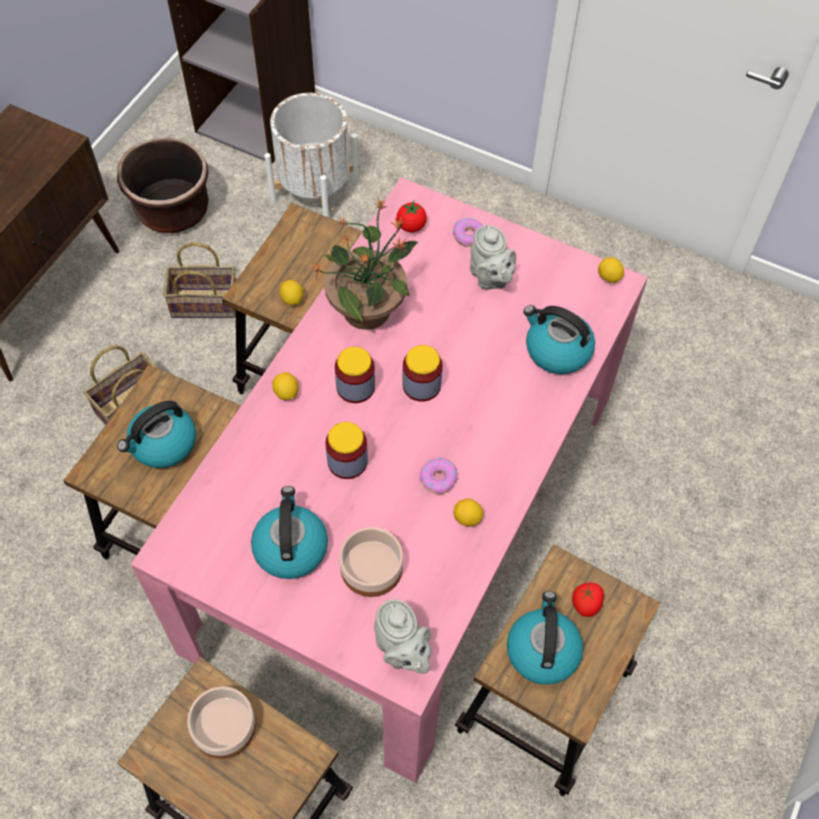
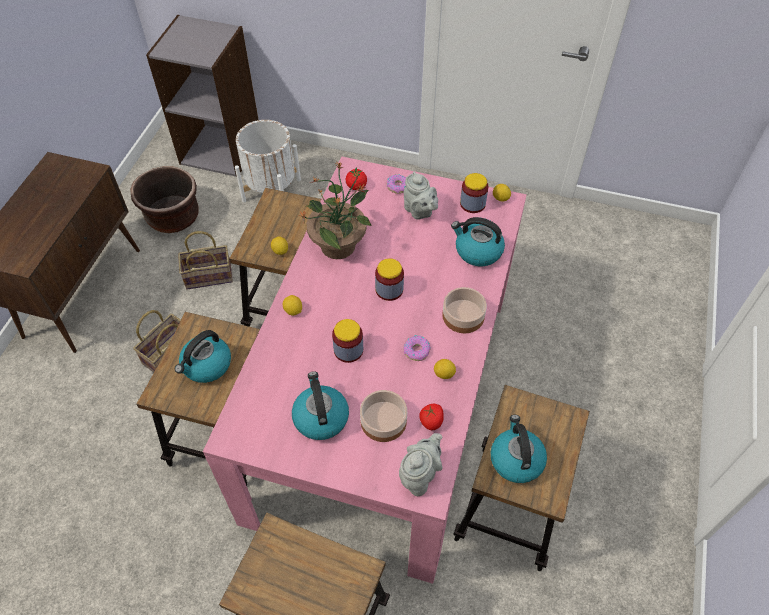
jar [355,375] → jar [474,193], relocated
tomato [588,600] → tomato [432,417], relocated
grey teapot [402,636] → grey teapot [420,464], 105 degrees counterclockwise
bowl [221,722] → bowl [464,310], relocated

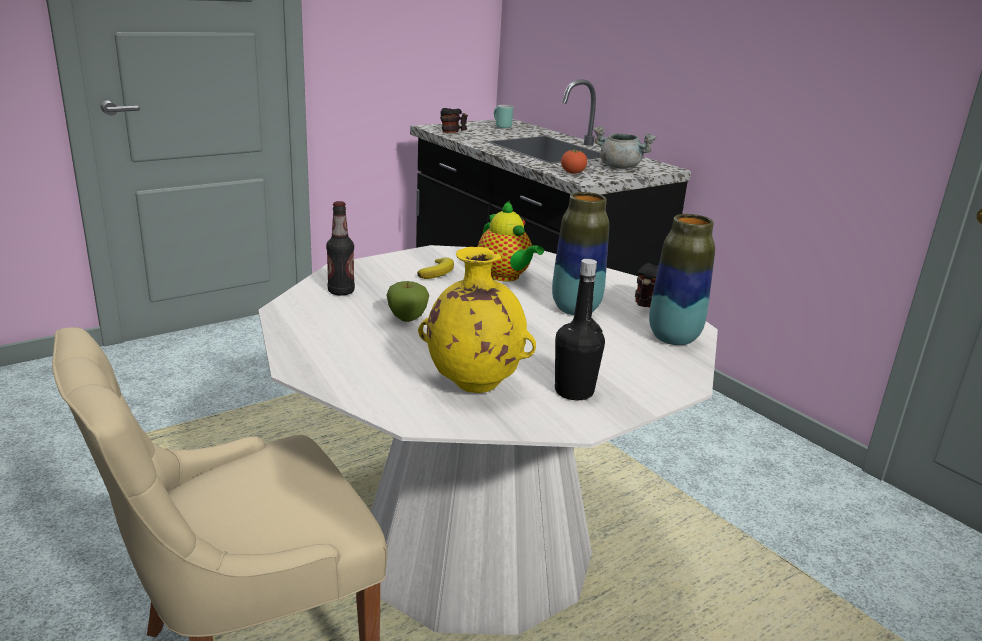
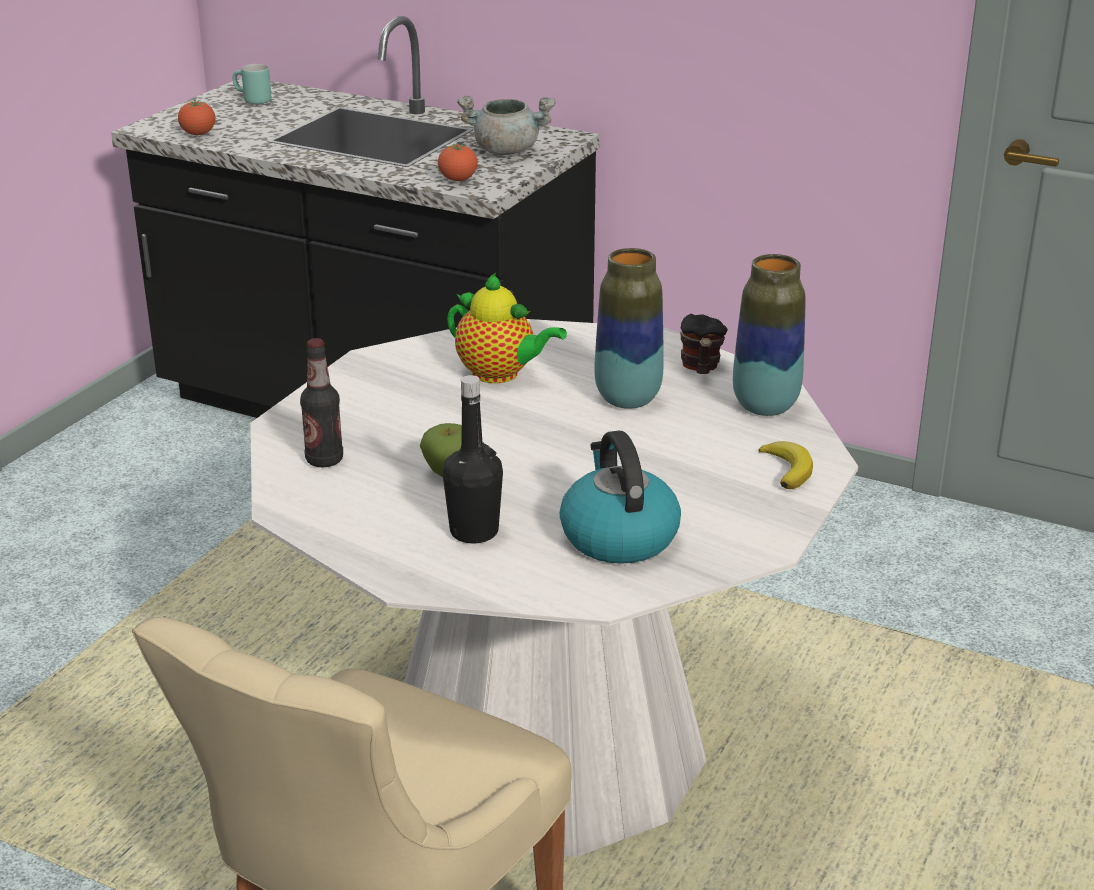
mug [454,120] → tomato [196,117]
yellow vase [477,320] → kettle [620,497]
banana [435,268] → banana [786,465], relocated
black bottle [580,329] → black bottle [472,459], relocated

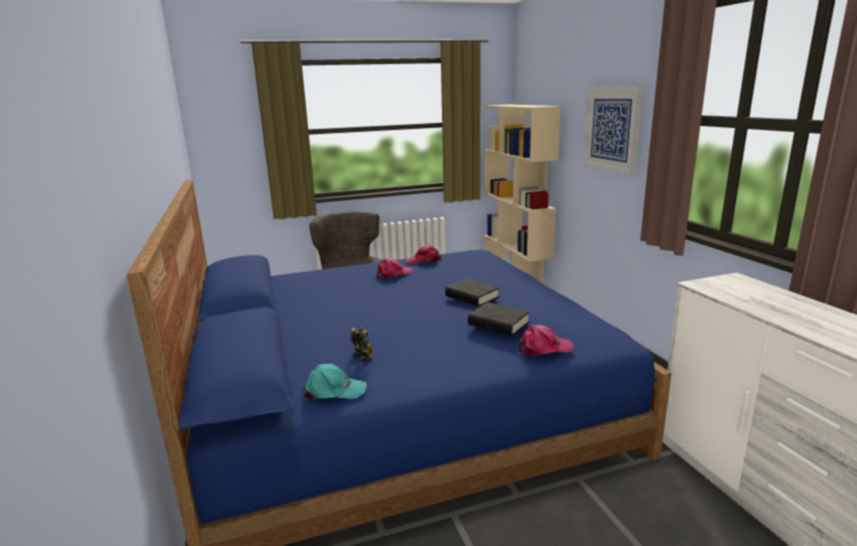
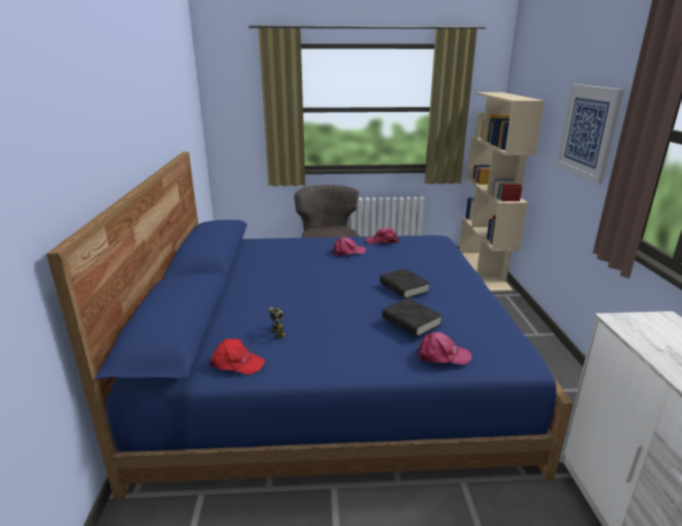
turquoise cap [335,382] → red cap [237,357]

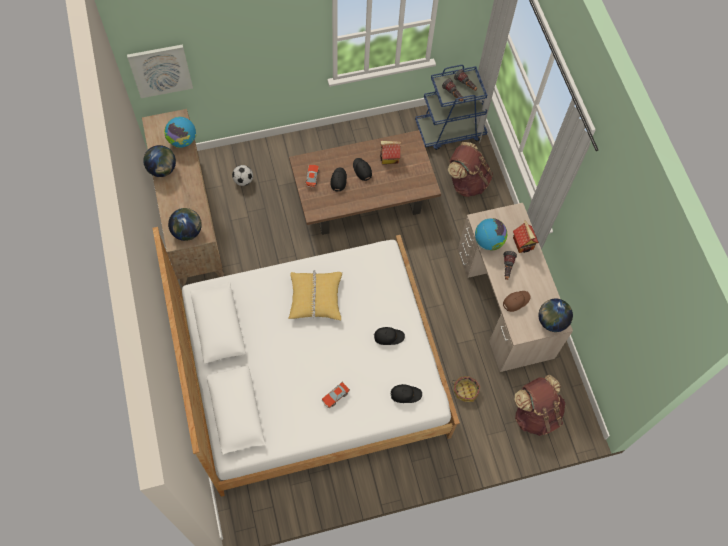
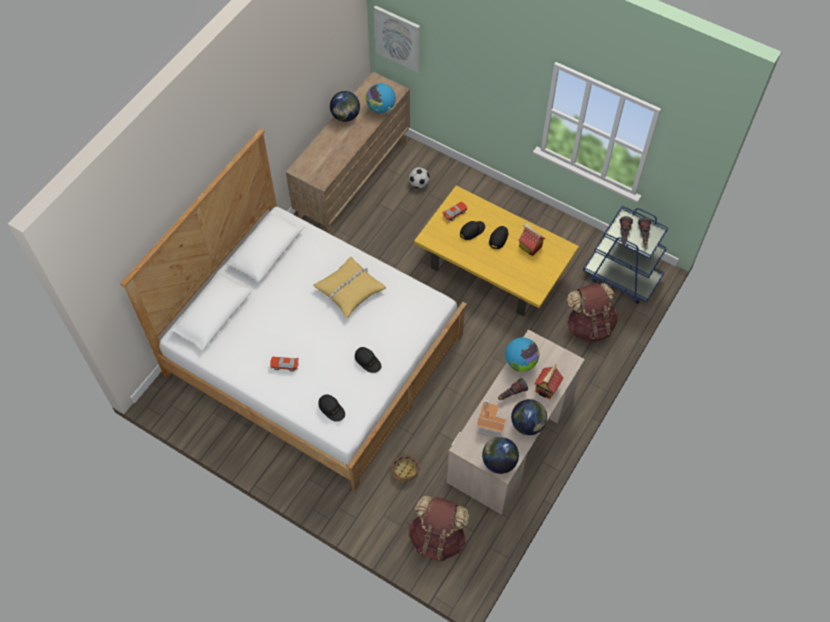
brown coffee table [365,182] → yellow coffee table [496,251]
globe [185,224] → globe [529,417], relocated
brown cap [517,301] → toy house [491,418]

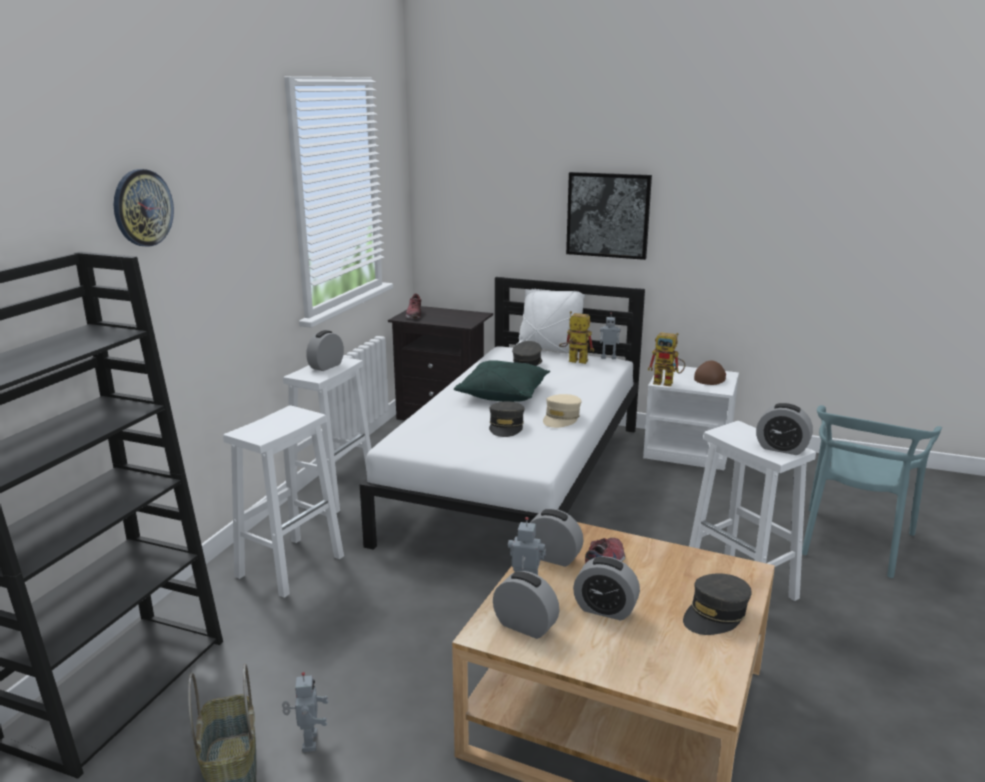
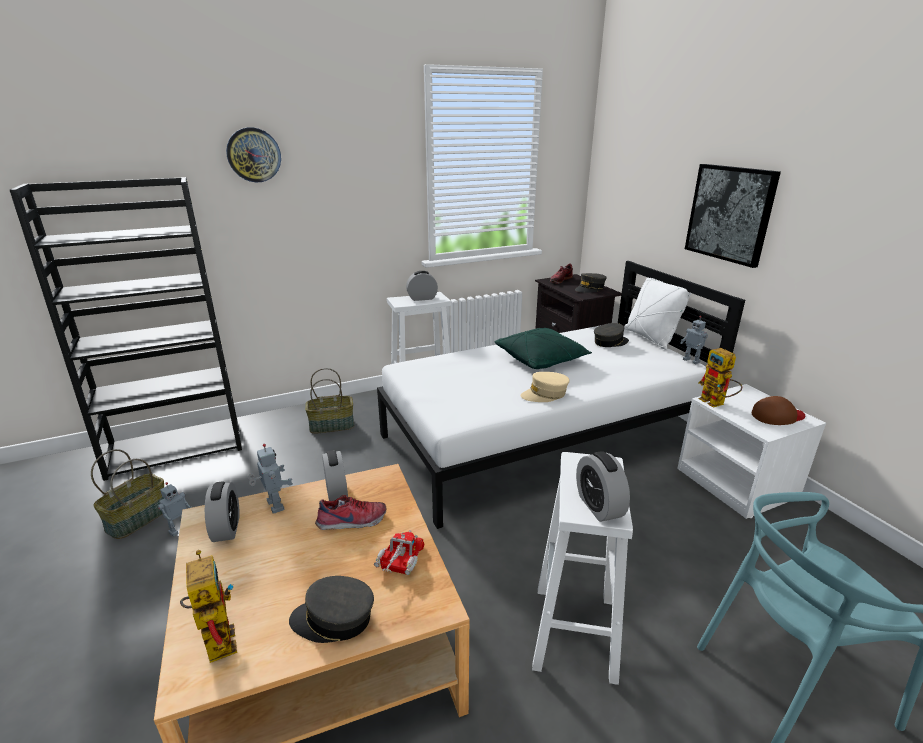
toy robot [576,337] → toy robot [208,606], relocated
grey cap [507,419] → grey cap [590,283], relocated
white stool [283,501] → basket [329,401]
alarm clock [606,588] → -
- → toy truck [399,552]

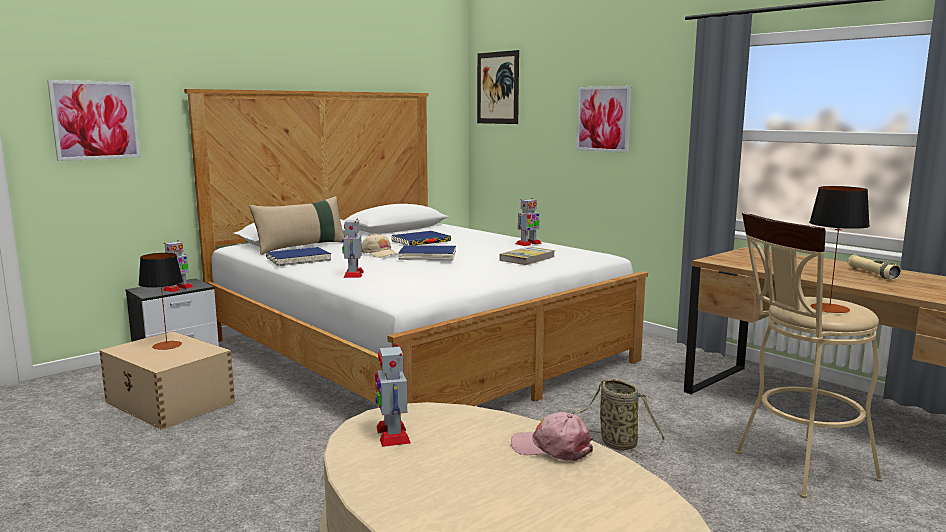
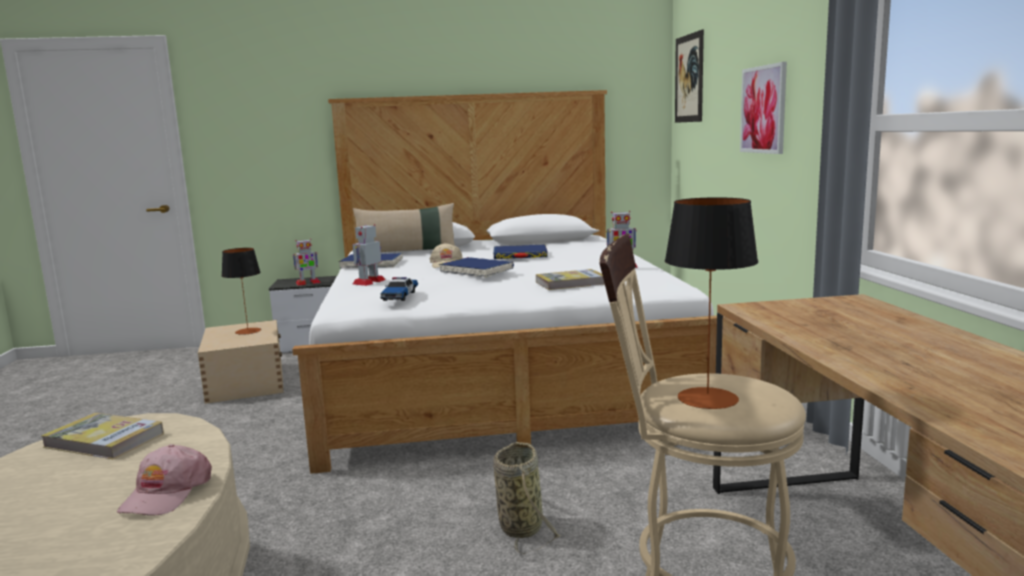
picture [94,120] → -
beige flashlight [874,267] → -
toy robot [393,395] → book [102,436]
pink cap [552,436] → pink cap [164,480], 135 degrees counterclockwise
- → toy car [399,289]

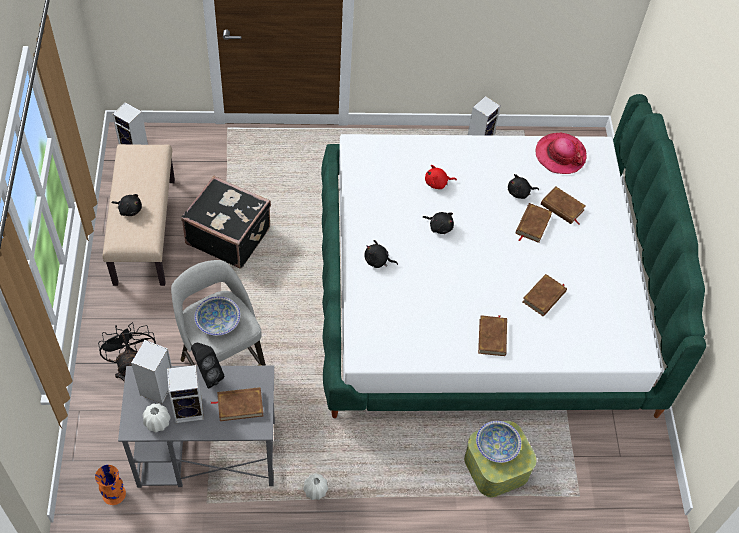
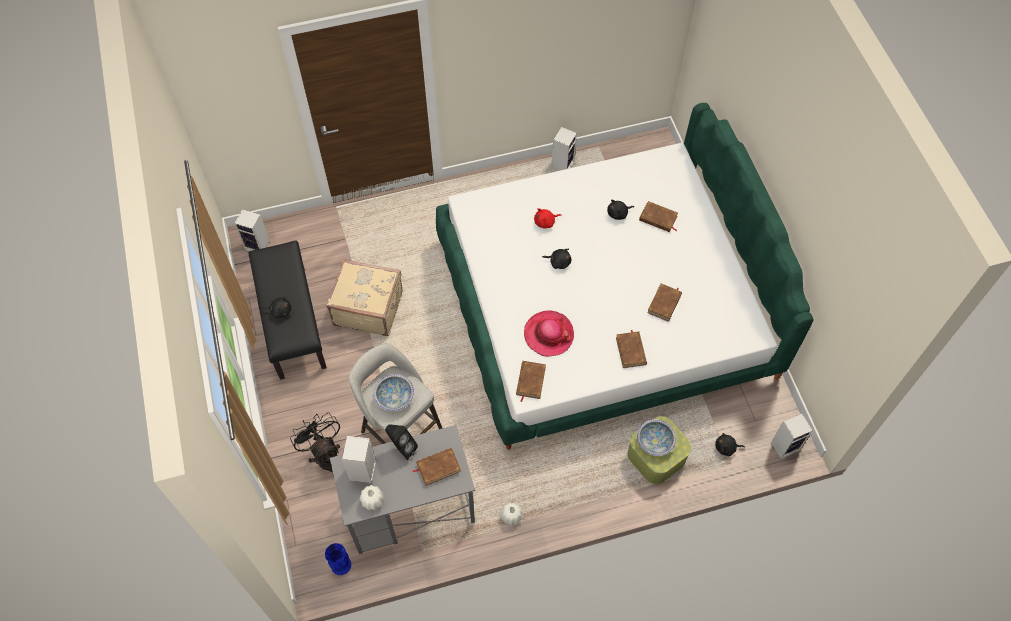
hat [561,153] → hat [549,333], relocated
beige bench [138,215] → black bench [287,310]
black suitcase [226,222] → beige suitcase [365,297]
brown book [534,223] → brown book [531,381], relocated
black plush toy [381,254] → black plush toy [730,444], relocated
speaker [185,394] → speaker [792,436], relocated
orange vase [110,485] → blue vase [338,559]

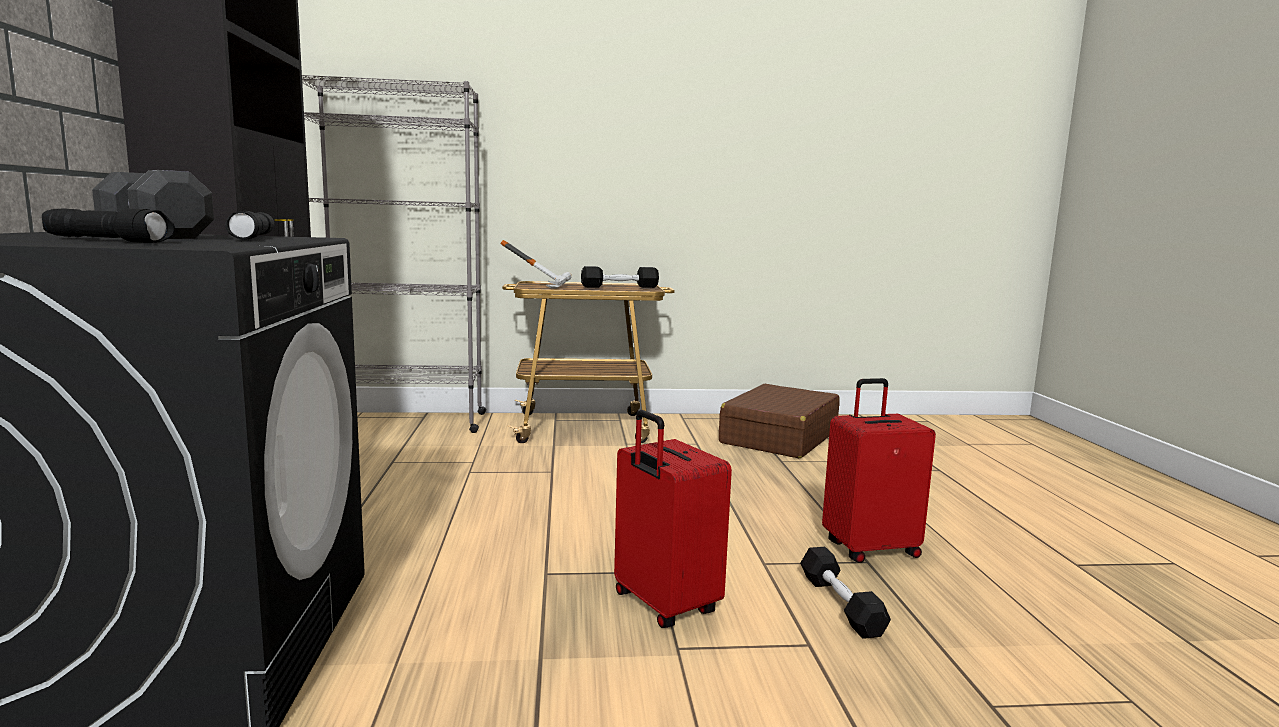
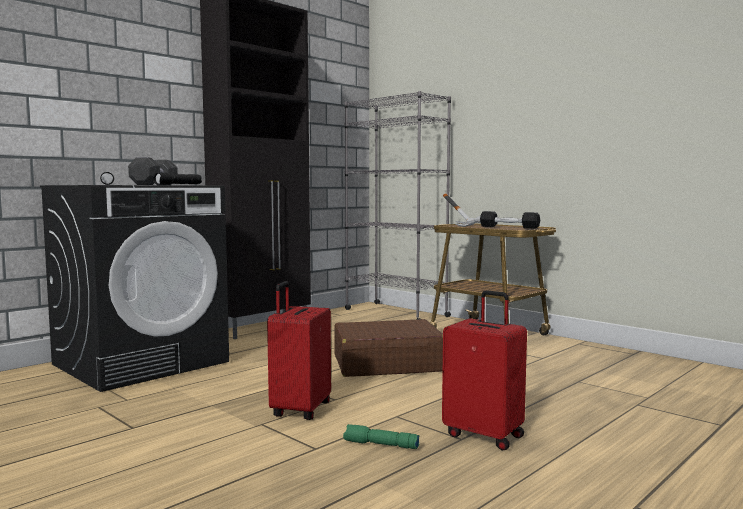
brown suitcase [779,421] → brown suitcase [388,348], relocated
black dumbbell [845,593] → green flashlight [381,436]

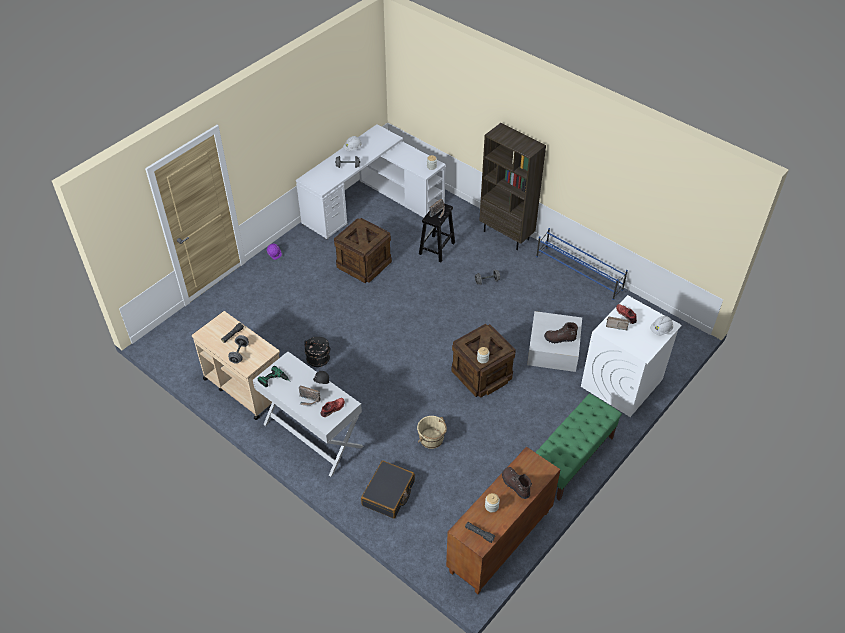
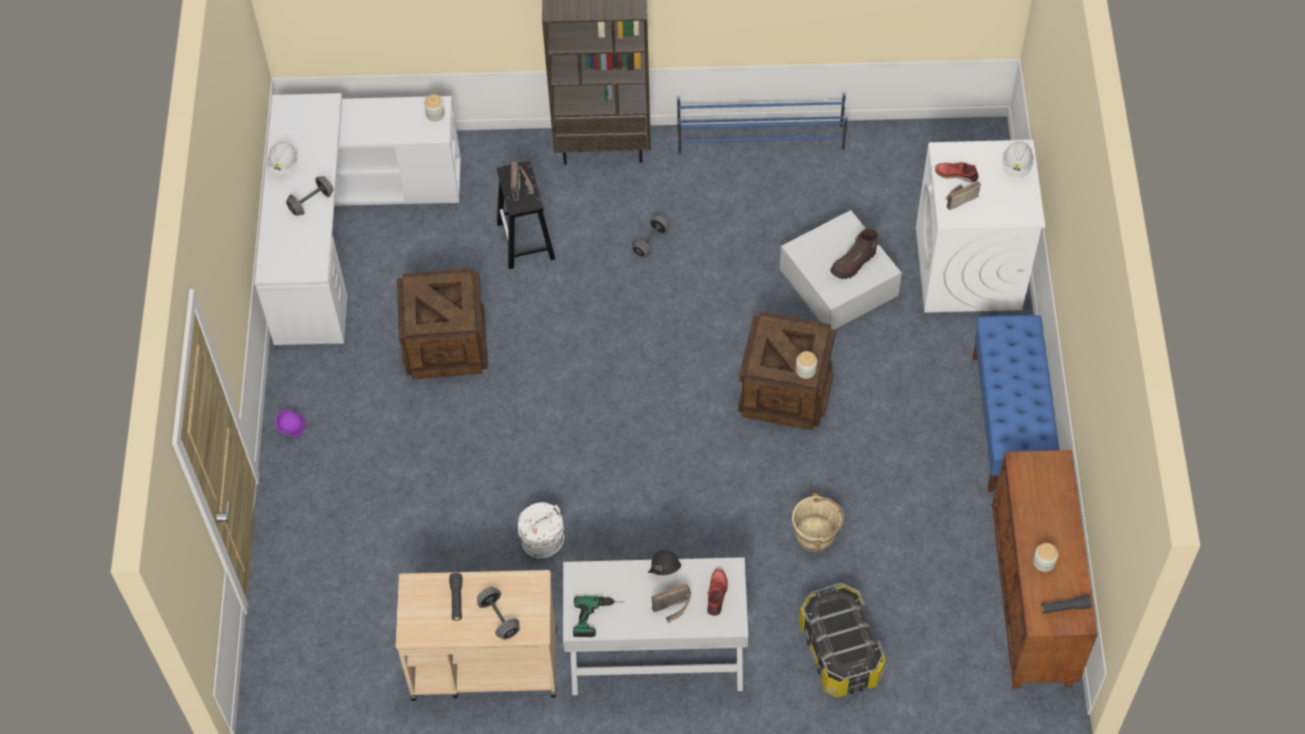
black bucket [317,352] → white bucket [541,530]
green bench [578,447] → blue bench [1016,403]
black suitcase [388,489] → storage box [842,640]
brown boot [517,483] → -

